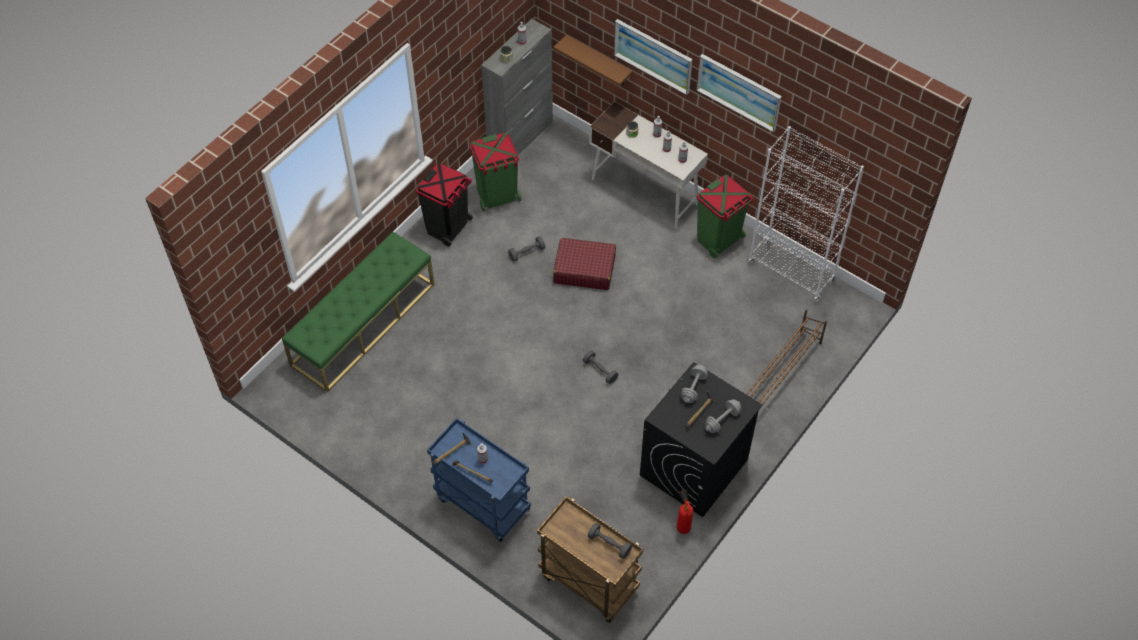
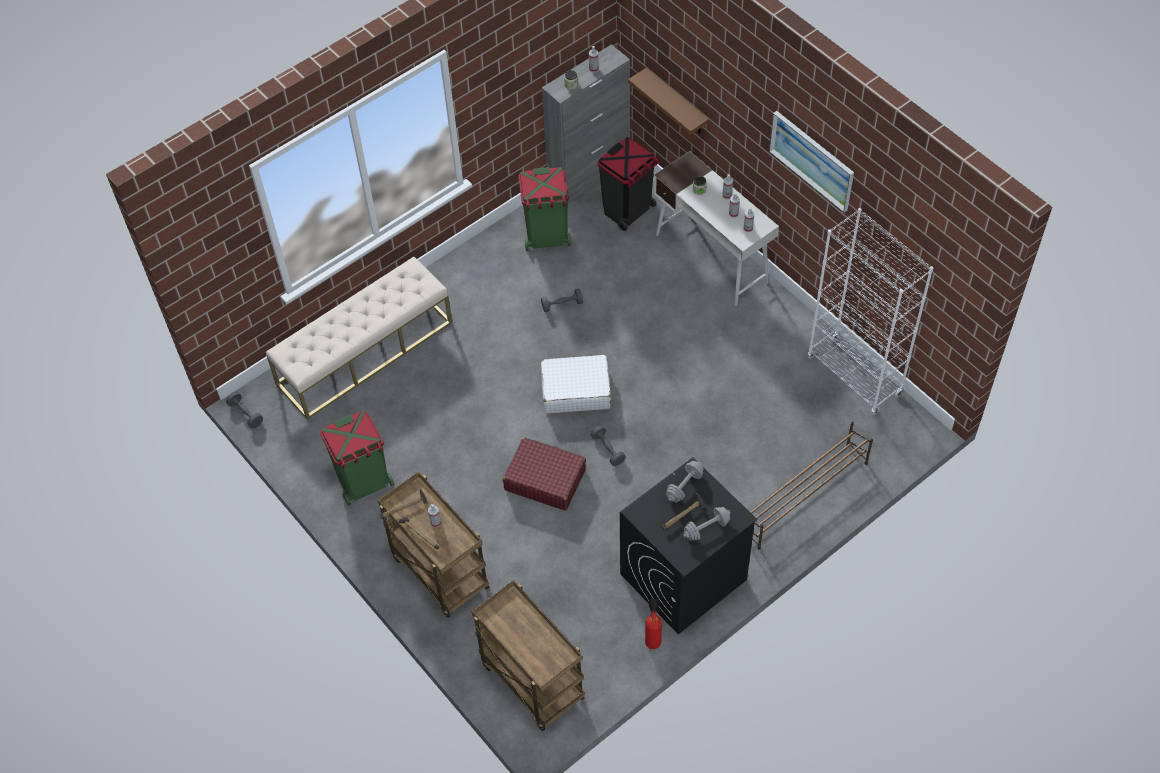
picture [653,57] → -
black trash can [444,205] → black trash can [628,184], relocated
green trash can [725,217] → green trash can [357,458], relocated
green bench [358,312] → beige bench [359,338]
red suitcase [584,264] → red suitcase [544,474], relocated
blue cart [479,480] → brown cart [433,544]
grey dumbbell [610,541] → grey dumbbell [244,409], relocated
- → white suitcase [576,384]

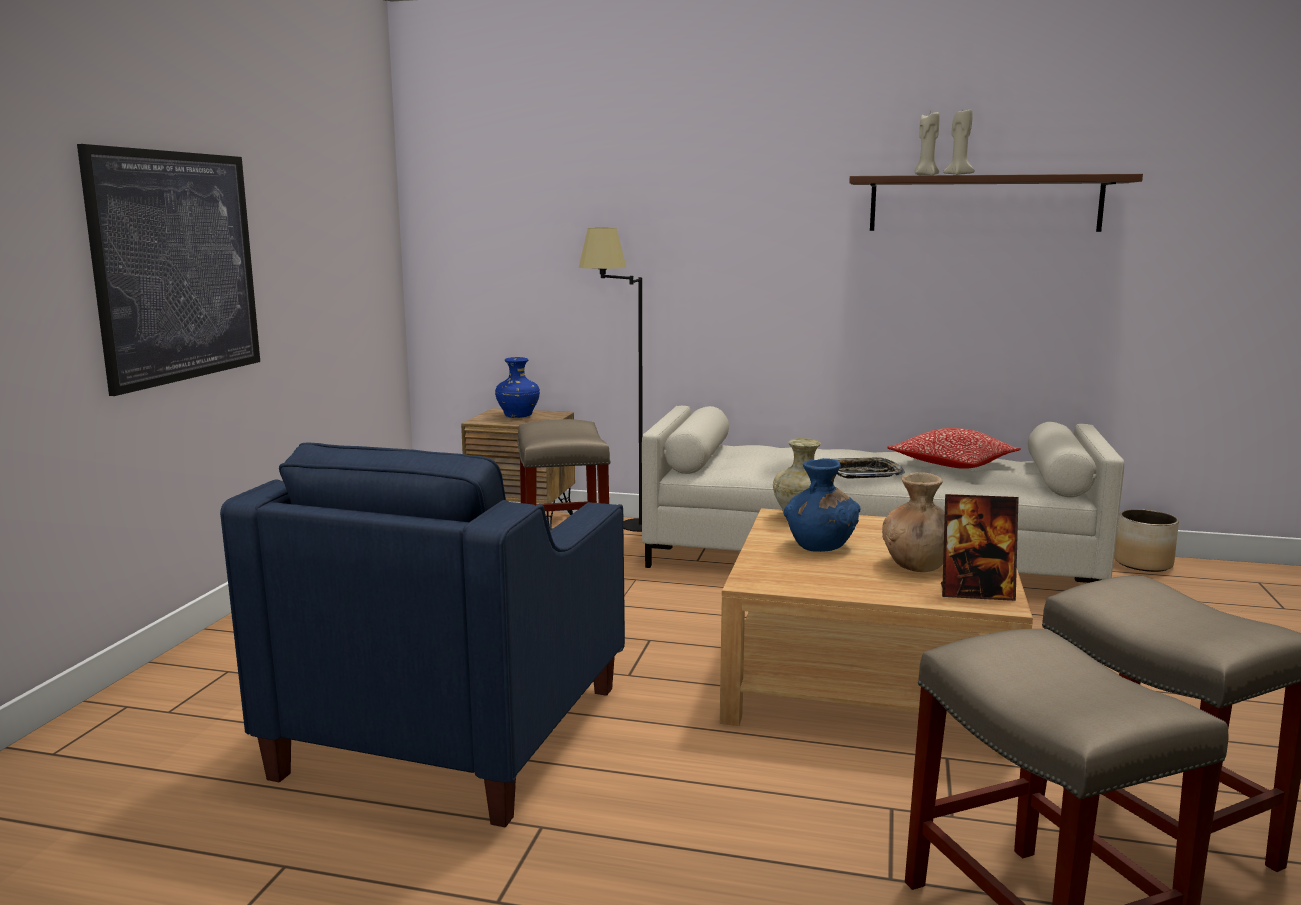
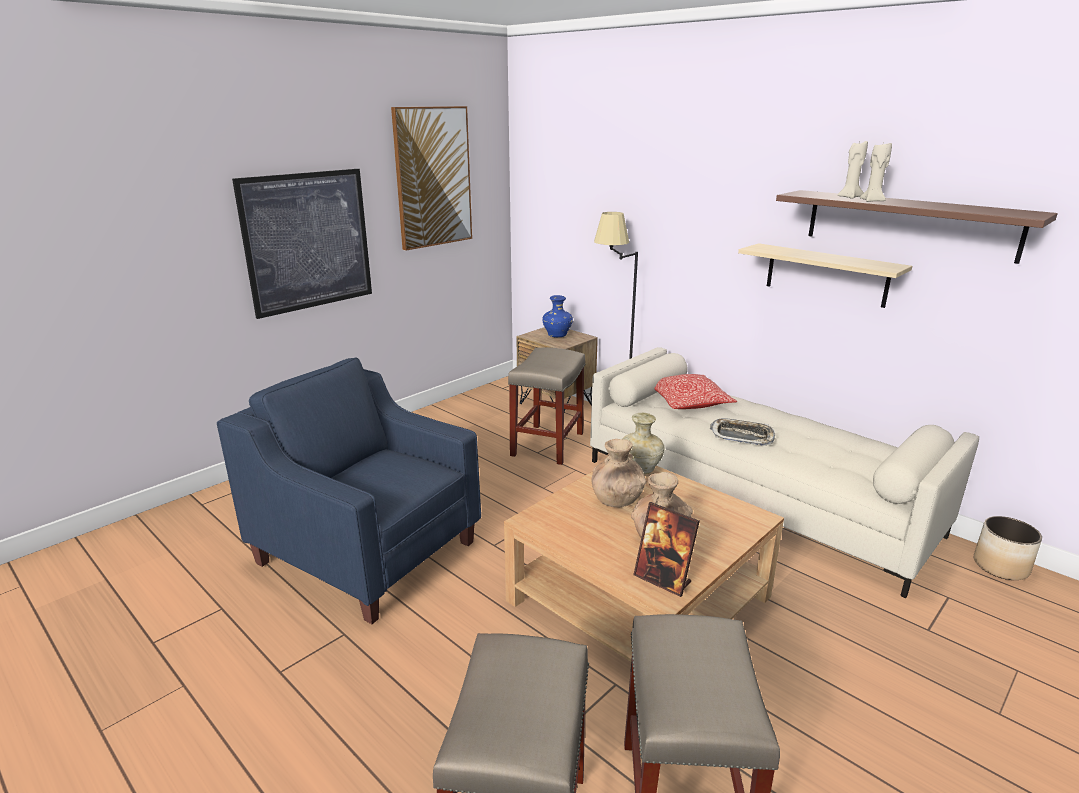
pillow [954,448] → pillow [696,391], relocated
blue armchair [422,635] → blue armchair [349,490], 75 degrees clockwise
blue vase [822,505] → brown vase [619,473]
- → picture [431,178]
- → shelf [825,275]

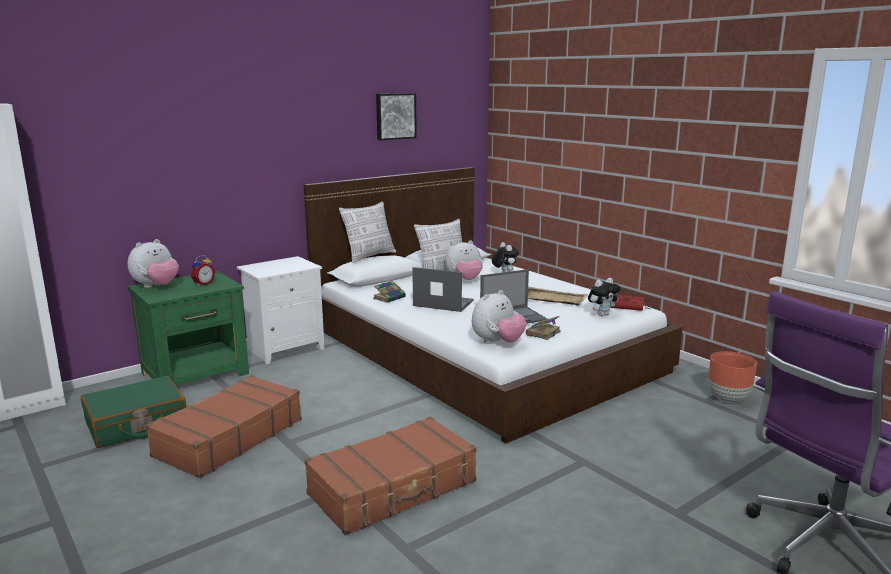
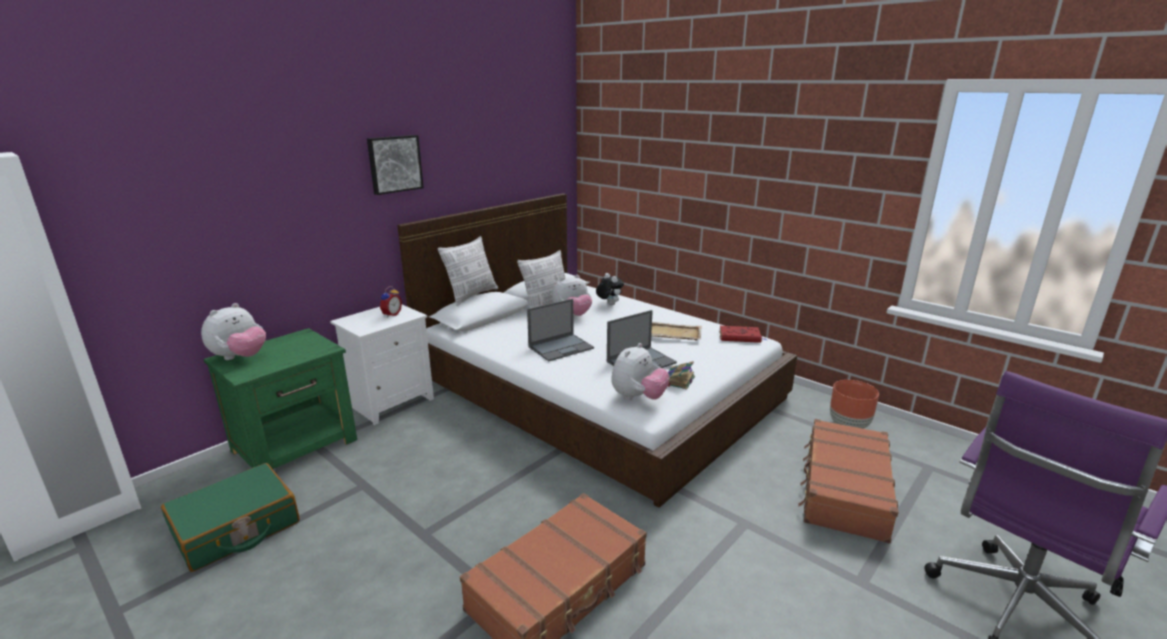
picture [396,116] → picture [395,165], relocated
alarm clock [203,270] → alarm clock [391,302], relocated
laptop [443,289] → laptop [560,330], 135 degrees clockwise
plush toy [604,297] → -
book [389,292] → -
brown suitcase [224,426] → brown suitcase [848,481], relocated

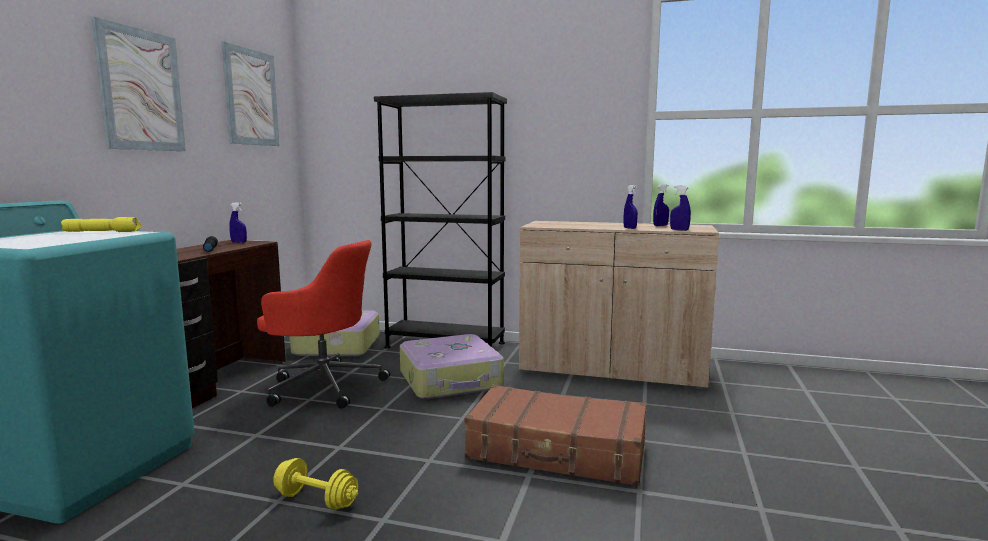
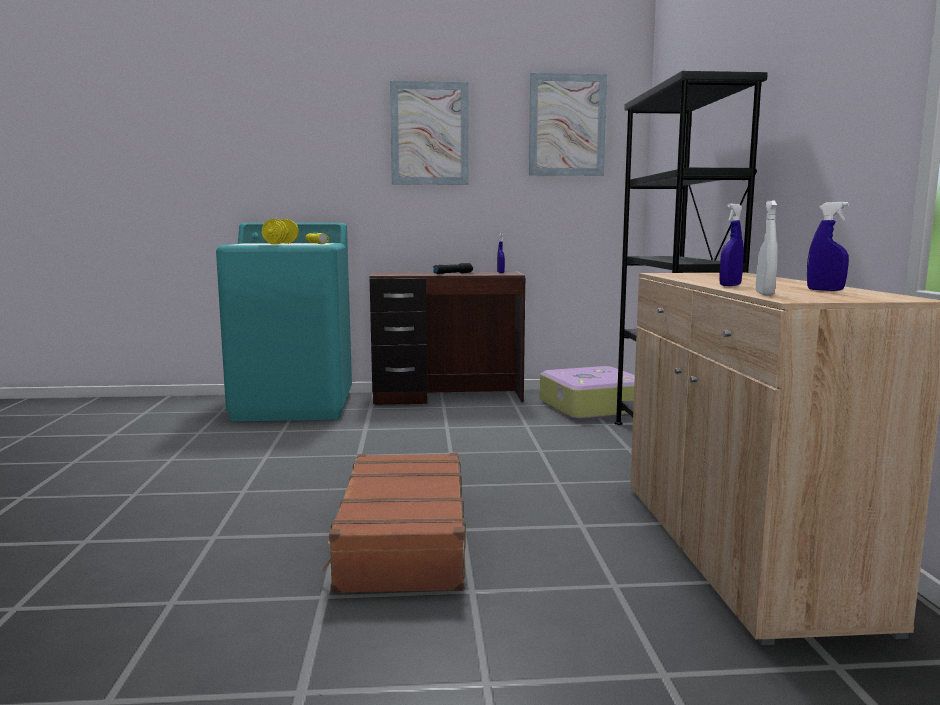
blue spray bottle [680,208] → white spray bottle [767,248]
red office chair [323,324] → -
suitcase [452,366] → -
yellow dumbbell [315,484] → yellow dumbbell [280,232], relocated

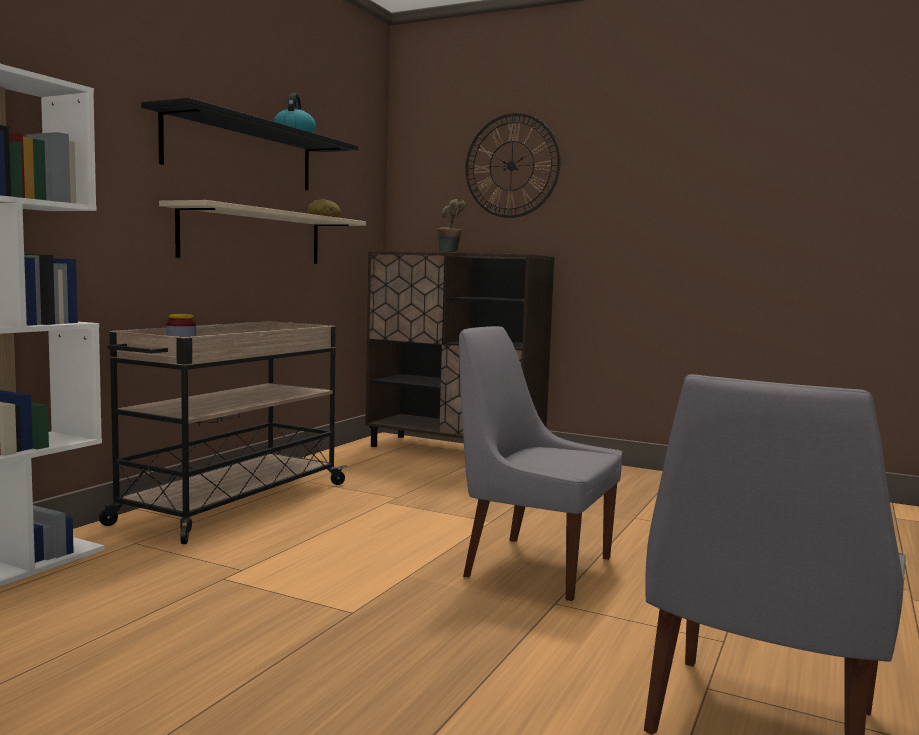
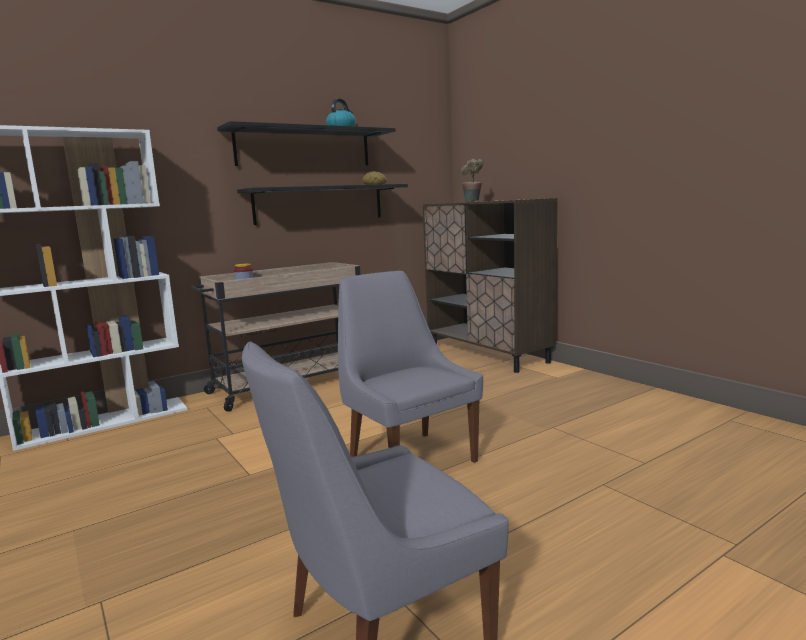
wall clock [513,165] → -
beige shelf [262,232] → black shelf [322,204]

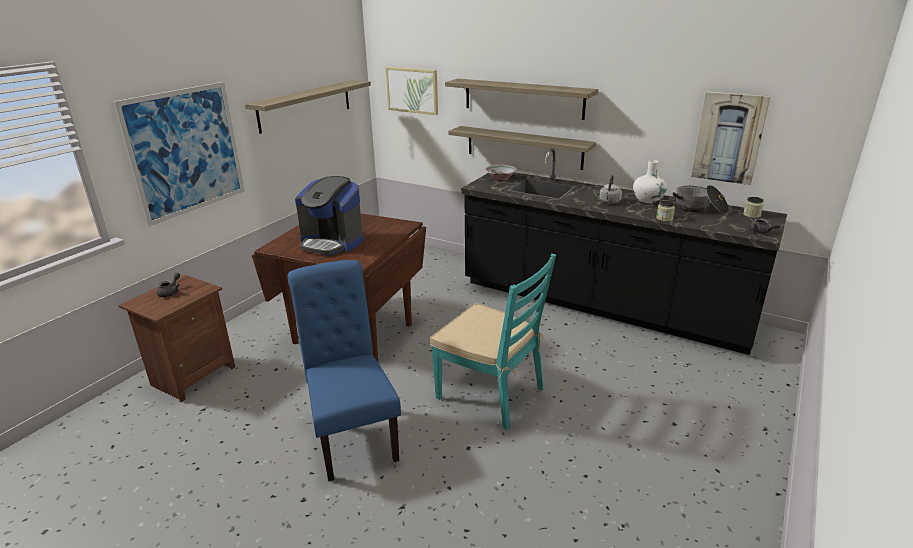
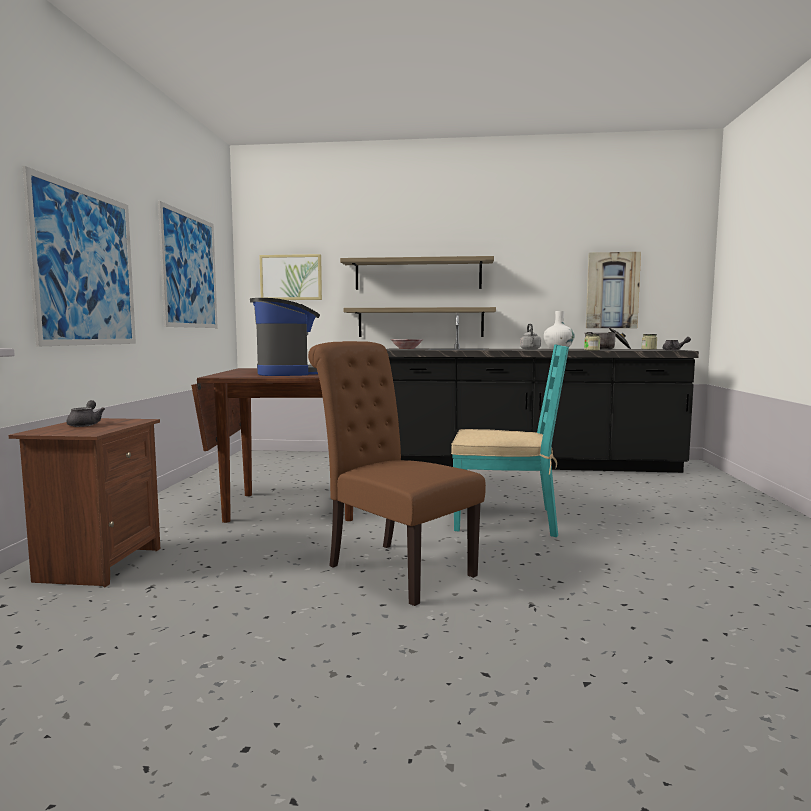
shelf [308,107] → picture [188,264]
coffee machine [329,216] → coffee machine [285,337], 105 degrees counterclockwise
blue chair [344,370] → brown chair [397,473]

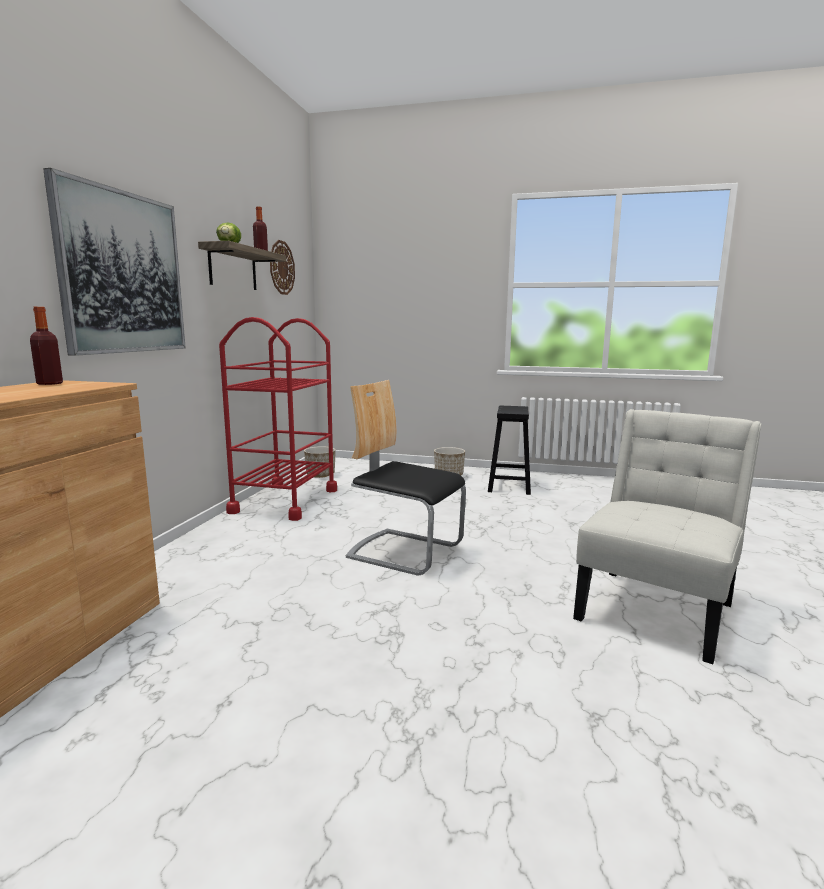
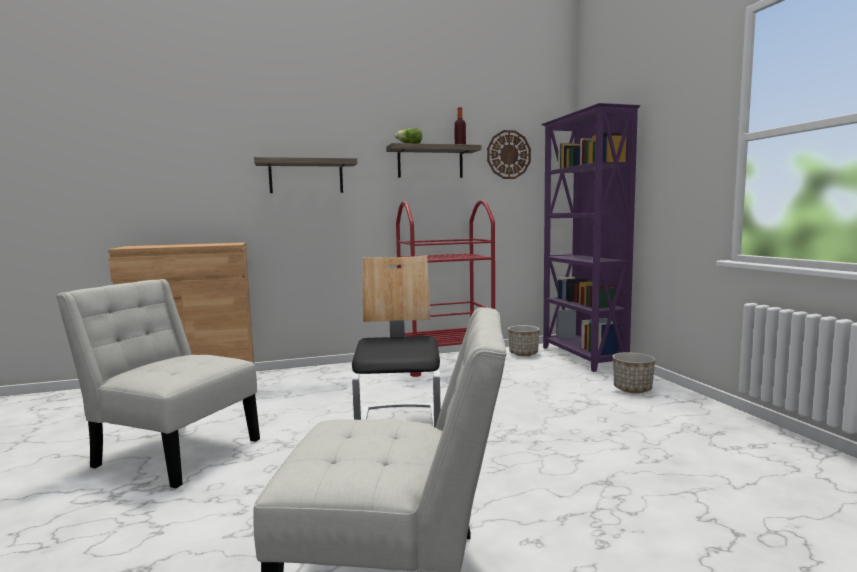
picture [114,262] → shelf [305,175]
bottle [46,346] → -
black stool [509,450] → -
- → purple bookcase [591,237]
- → white chair [158,383]

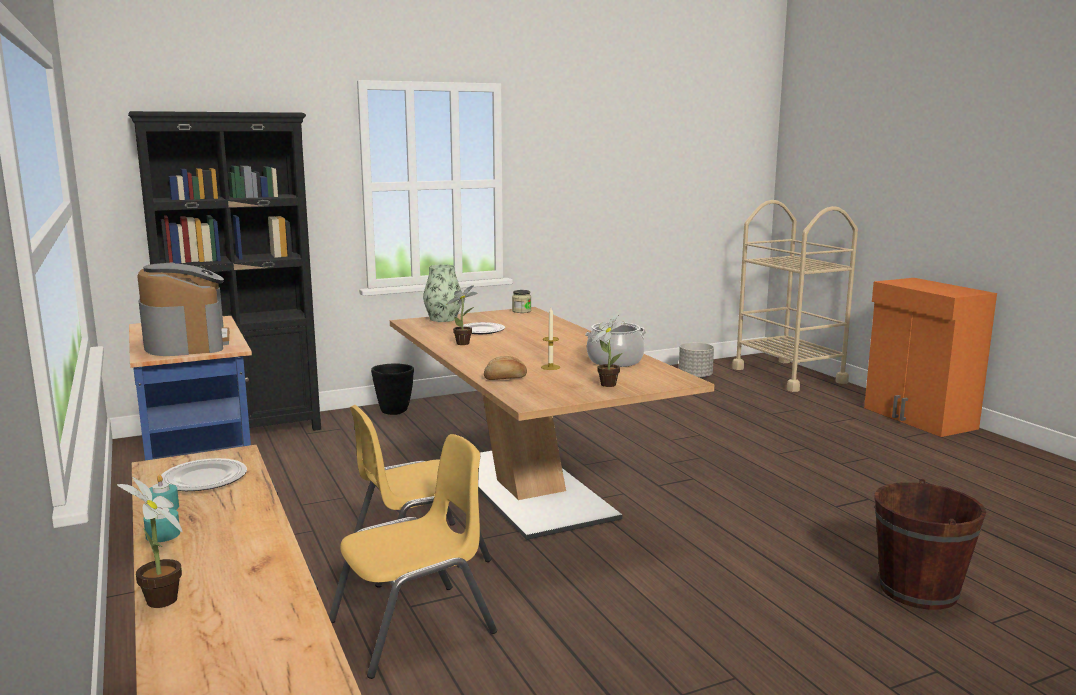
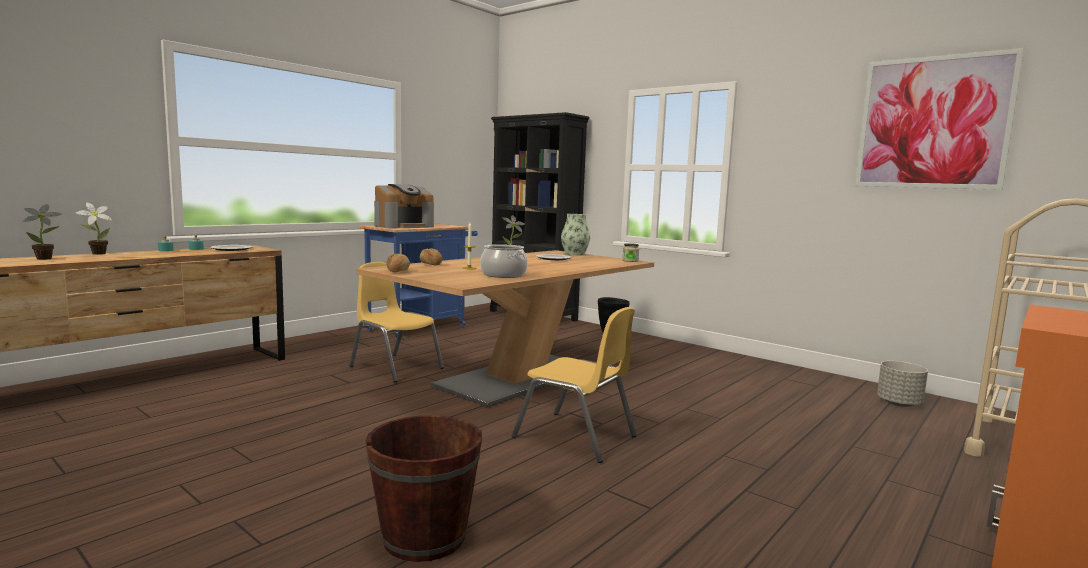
potted plant [608,350] → potted plant [42,232], relocated
yellow chair [413,556] → yellow chair [574,385], relocated
- → picture [939,119]
- → bread [398,263]

